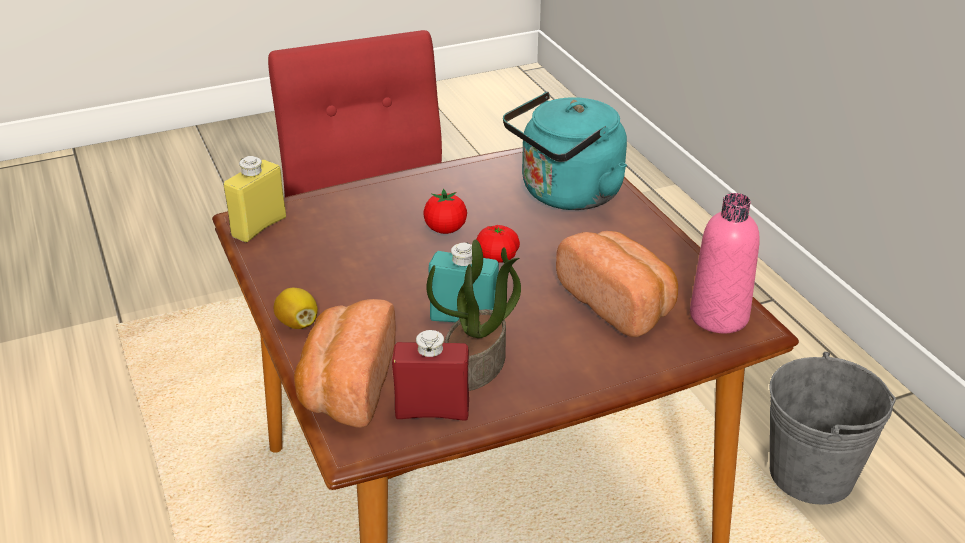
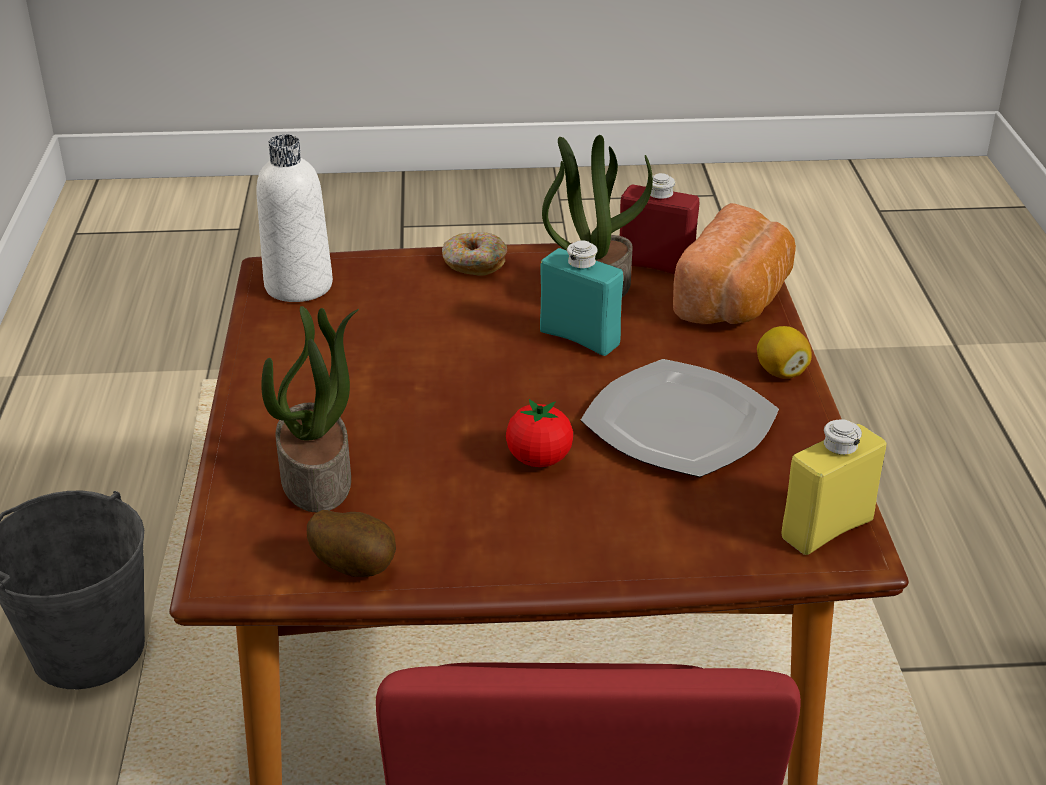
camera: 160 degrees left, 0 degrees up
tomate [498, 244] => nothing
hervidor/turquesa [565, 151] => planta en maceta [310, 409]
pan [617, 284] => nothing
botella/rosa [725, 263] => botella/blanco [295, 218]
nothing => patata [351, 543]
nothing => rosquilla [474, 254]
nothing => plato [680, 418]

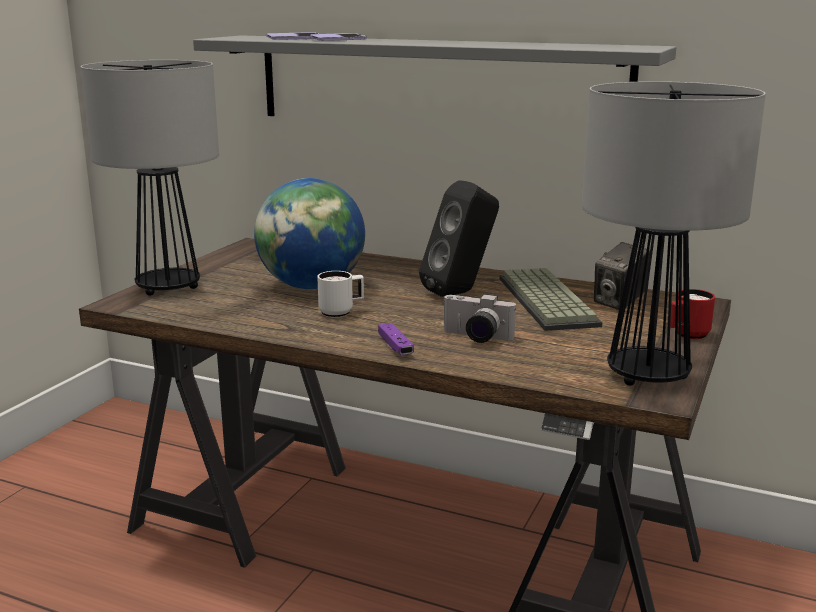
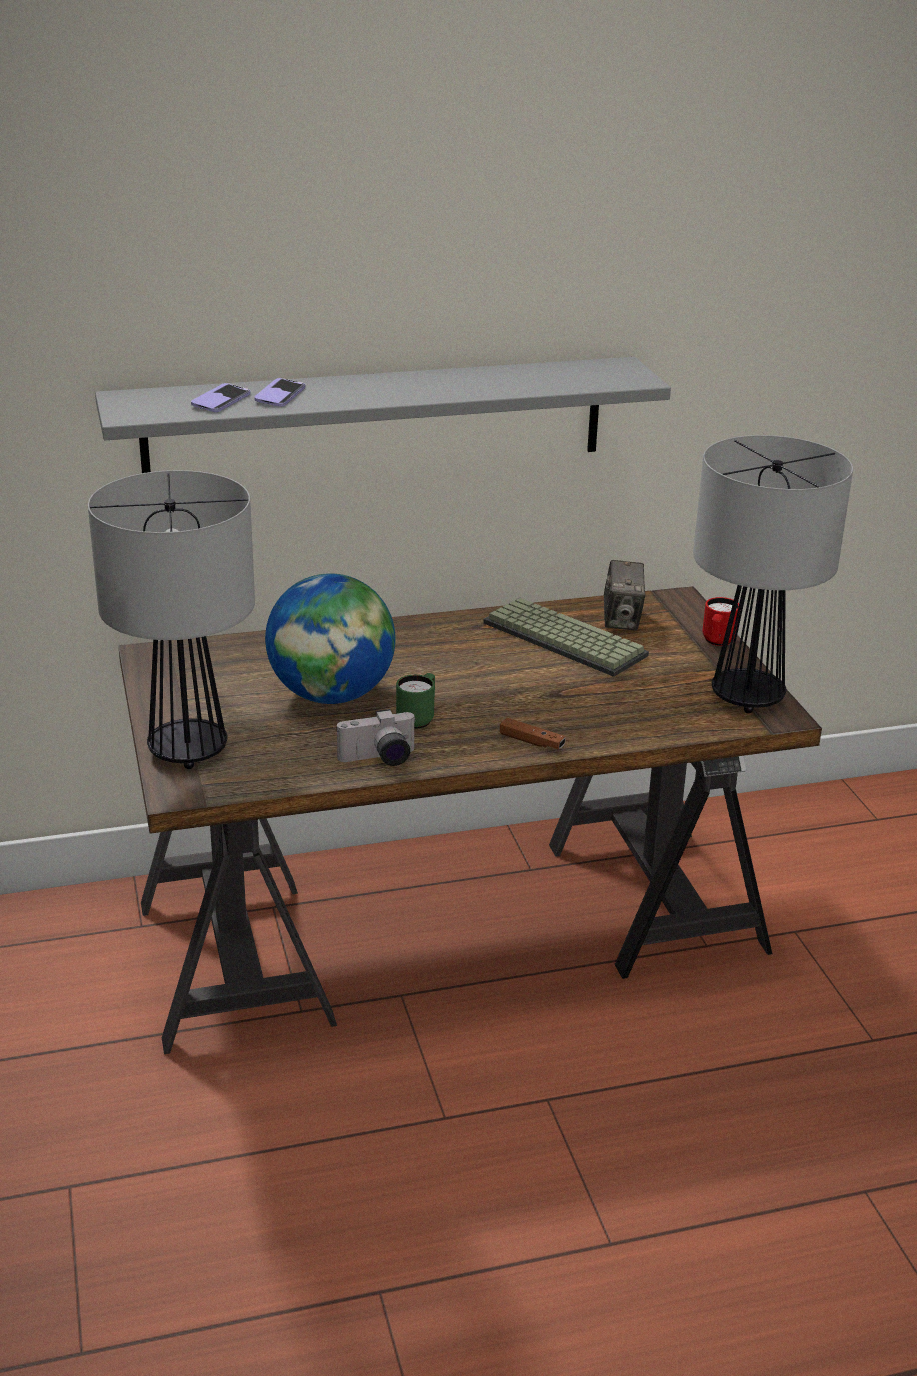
camera: 40 degrees left, 10 degrees up
taza grande/blanco [340, 294] => taza grande/verde [415, 701]
mando de consola/morado [396, 339] => mando de consola/marrón [532, 734]
altavoz/negro [459, 238] => nothing
cámara [479, 318] => cámara [377, 737], move

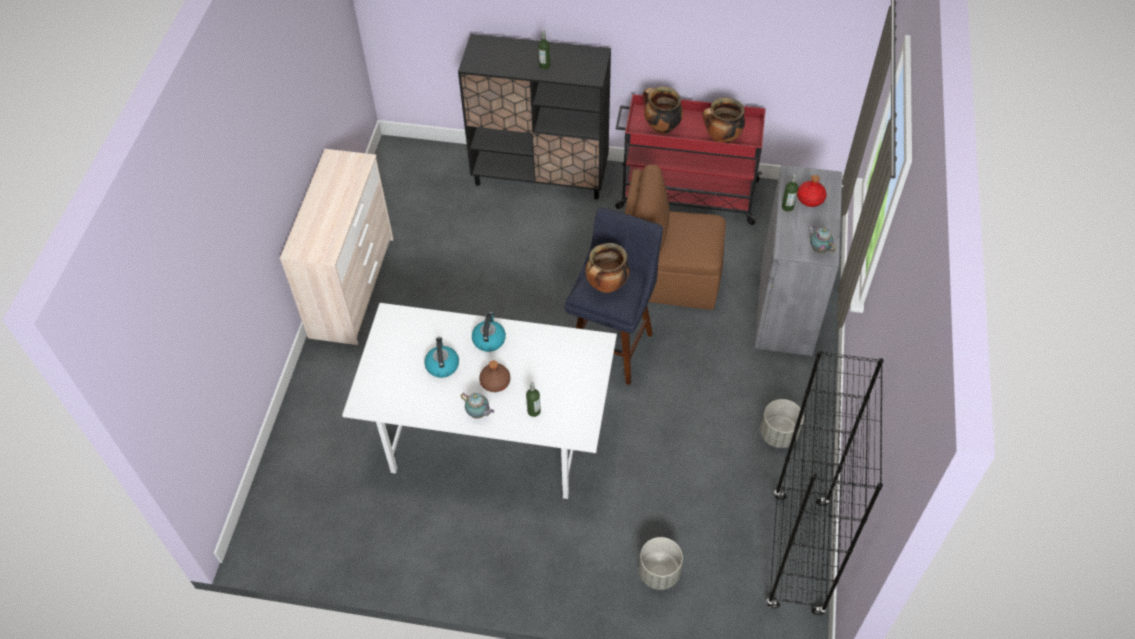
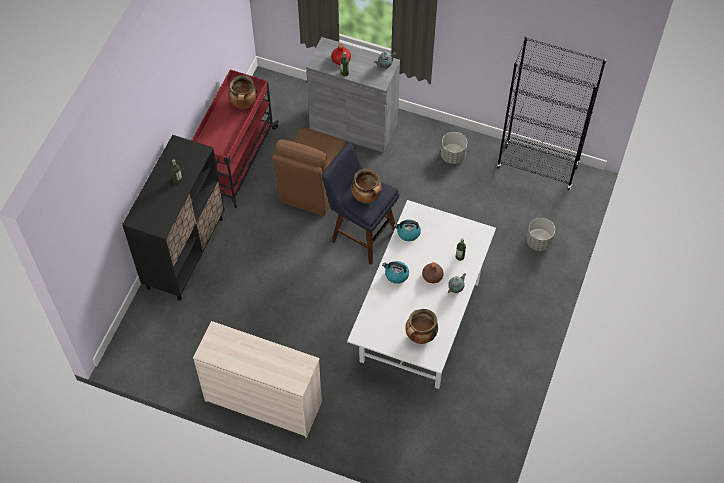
camera: 80 degrees left, 5 degrees up
hervidor [441, 357] => hervidor [407, 230], move
olla [663, 110] => olla [421, 326], move

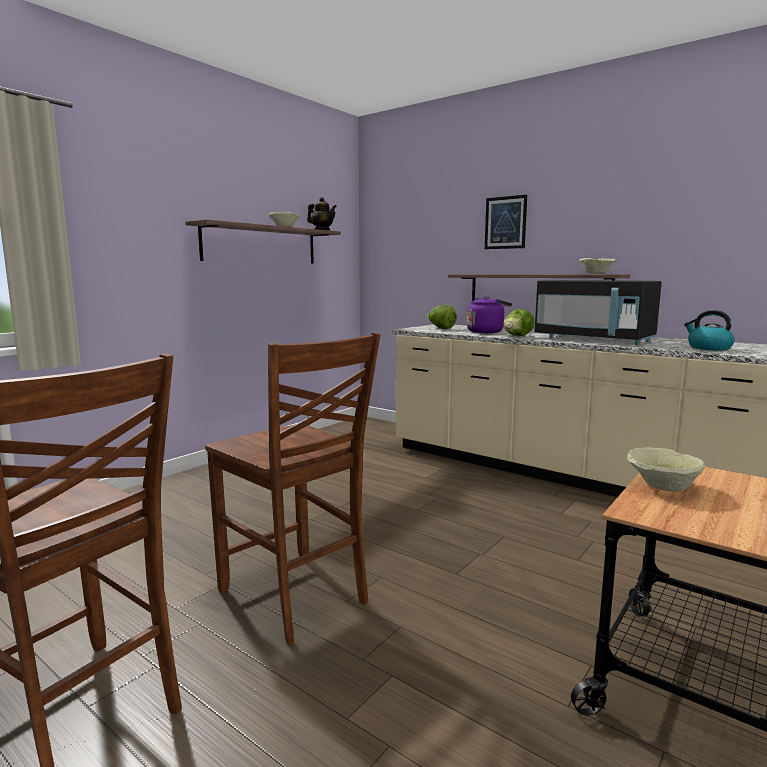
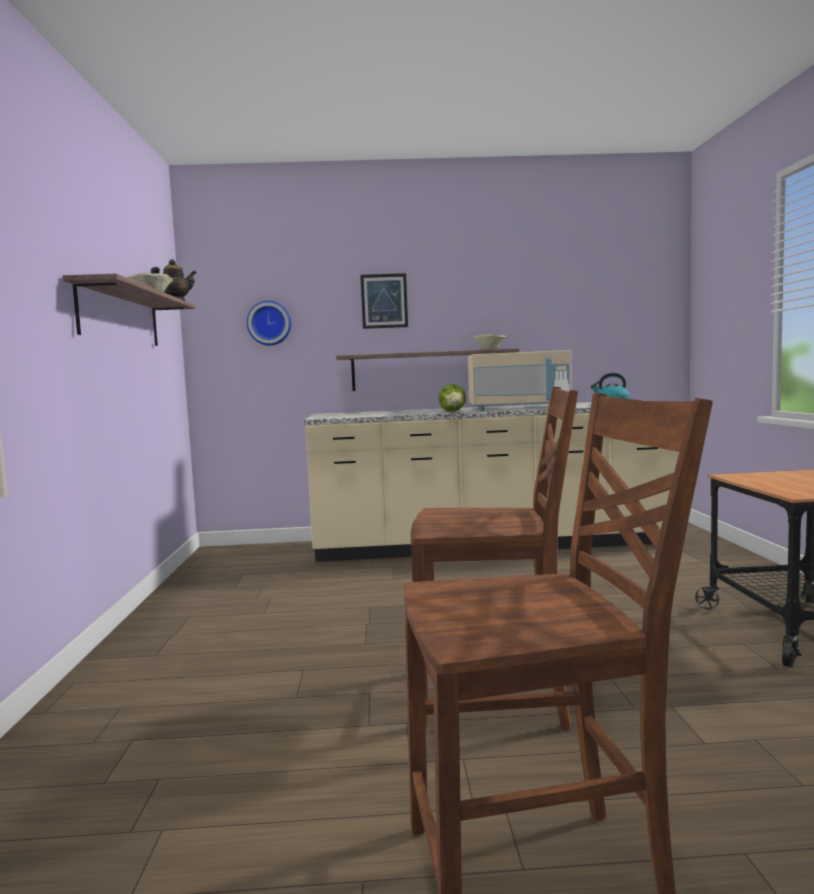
camera: 40 degrees left, 5 degrees down
lechuga [442, 317] => nothing
hervidor/morado [489, 314] => nothing
microondas/negro [598, 312] => microondas/beis [520, 380]
cuenco/beis [666, 469] => nothing
nothing => reloj de pared [269, 323]

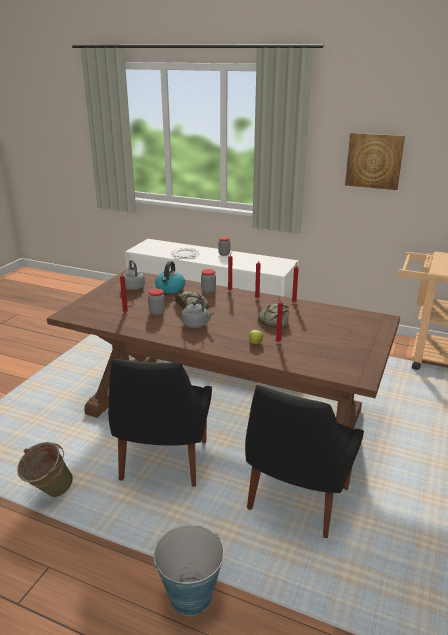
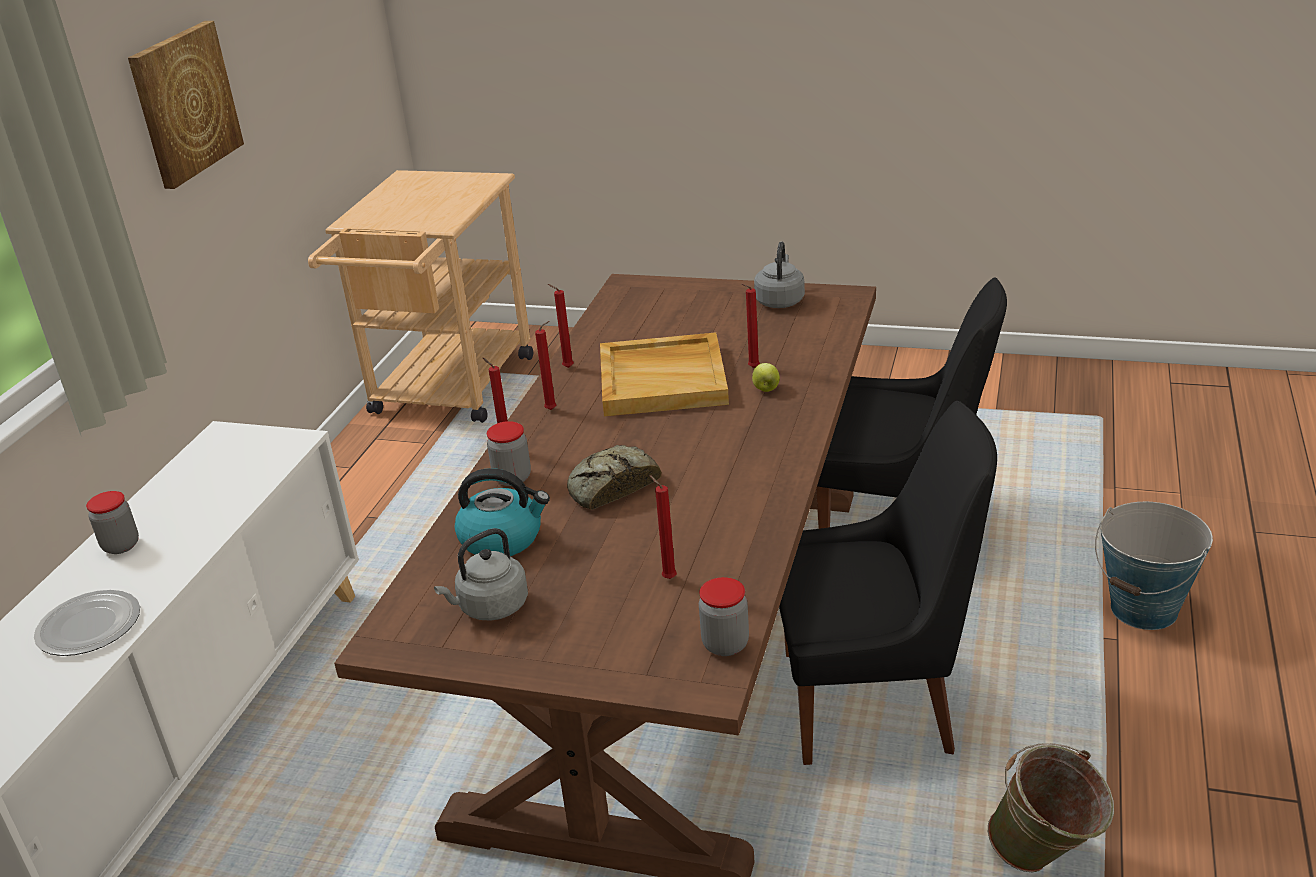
camera: 95 degrees left, 5 degrees up
tarro [156, 302] => tarro [724, 616], move
hervidor/gris [198, 311] => hervidor/gris [779, 274], move
pan [273, 315] => bandeja/beis [664, 374]

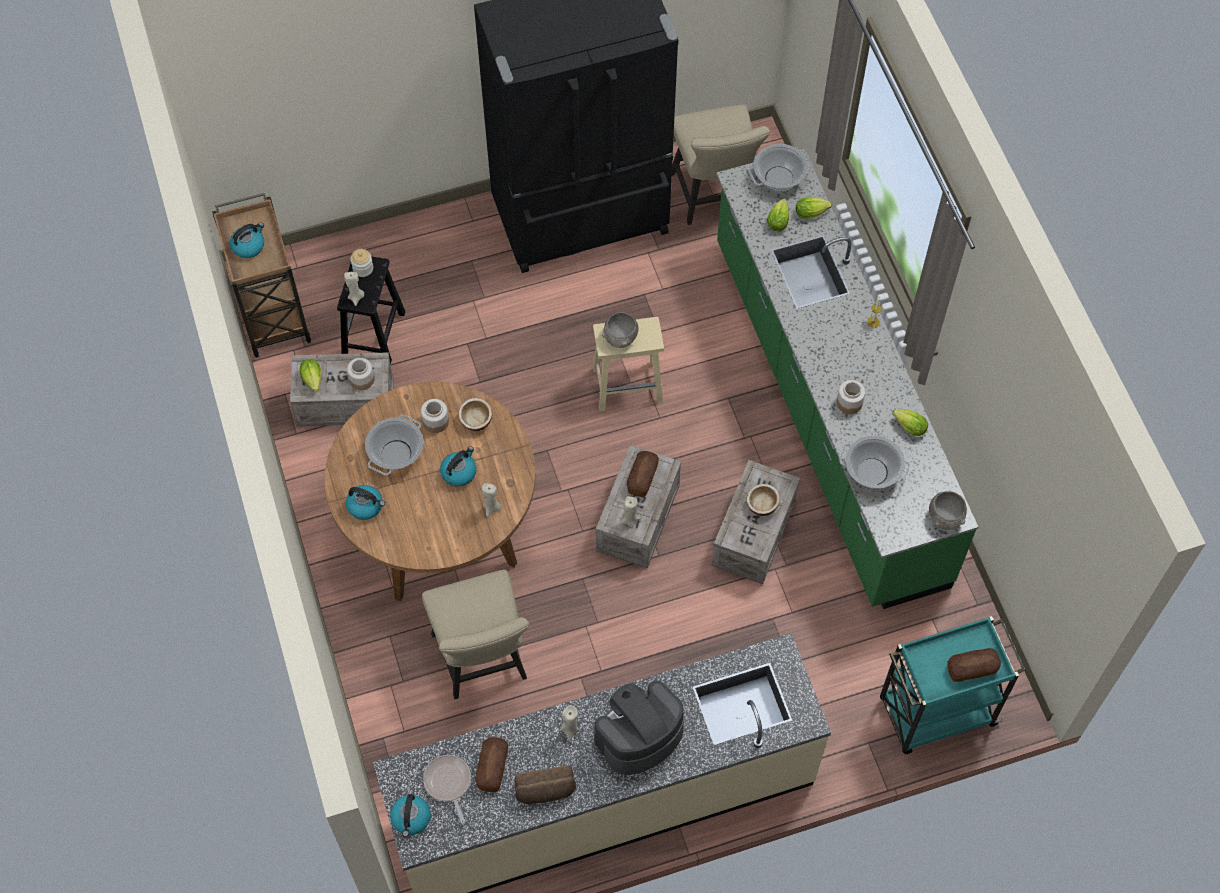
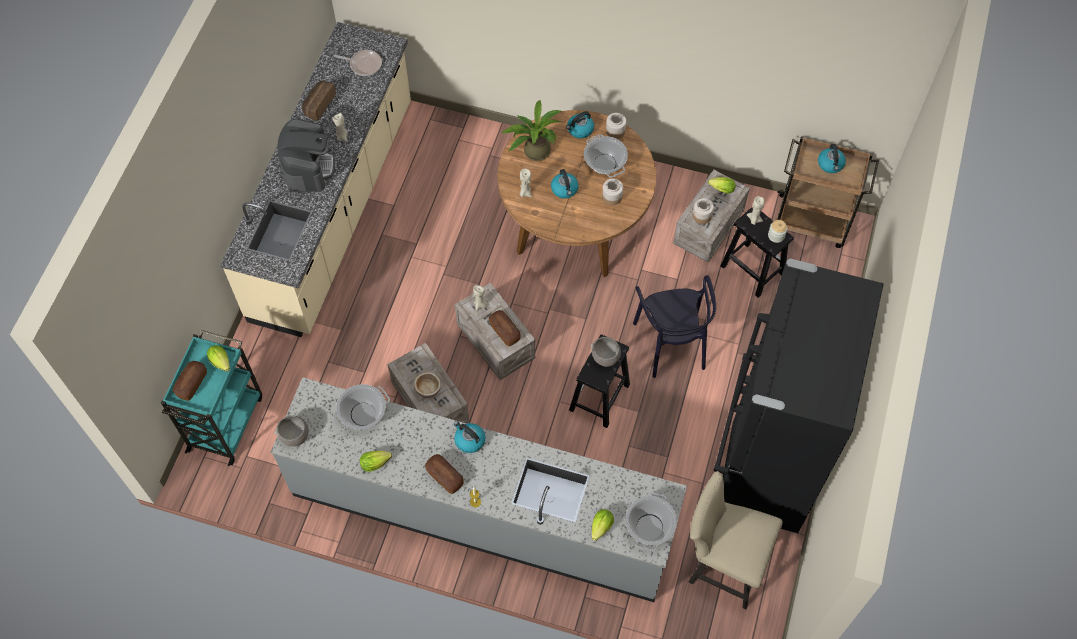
camera: 125 degrees right, 0 degrees up
hervidor [410, 815] => hervidor [469, 437], move
silla/beis [475, 634] => nothing
cuenco [475, 414] => nothing
pan [491, 764] => pan [444, 474], move
taburete/beis [628, 364] => taburete/negro [599, 381]
mueble bajo de cocina/verde [847, 379] => mueble bajo de cocina/gris [479, 489]
lechuga [778, 215] => lechuga [218, 358], move
tarro [850, 397] => tarro [616, 126], move
nothing => planta en maceta [531, 130]
nothing => silla/negro [674, 326]

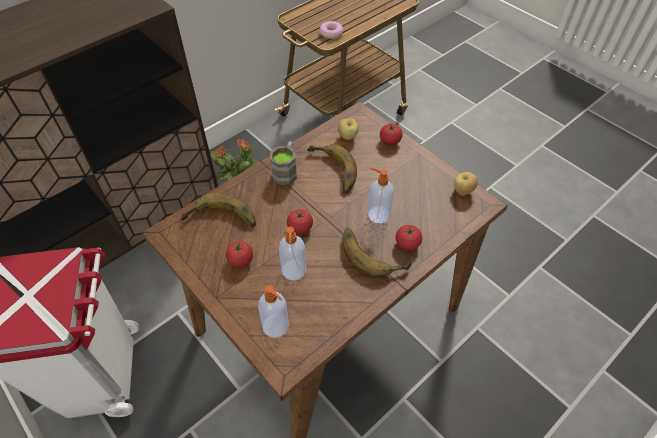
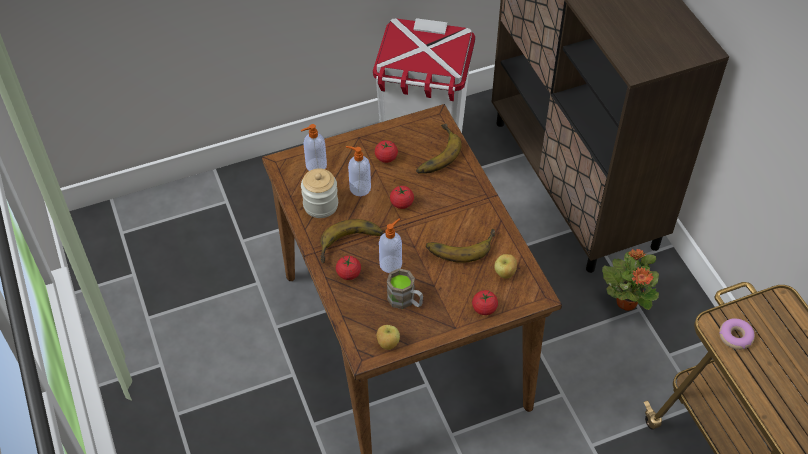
camera: 110 degrees right, 0 degrees up
taza grande/marrón [283, 163] => taza grande/marrón [405, 288], move
nothing => tarro [319, 193]

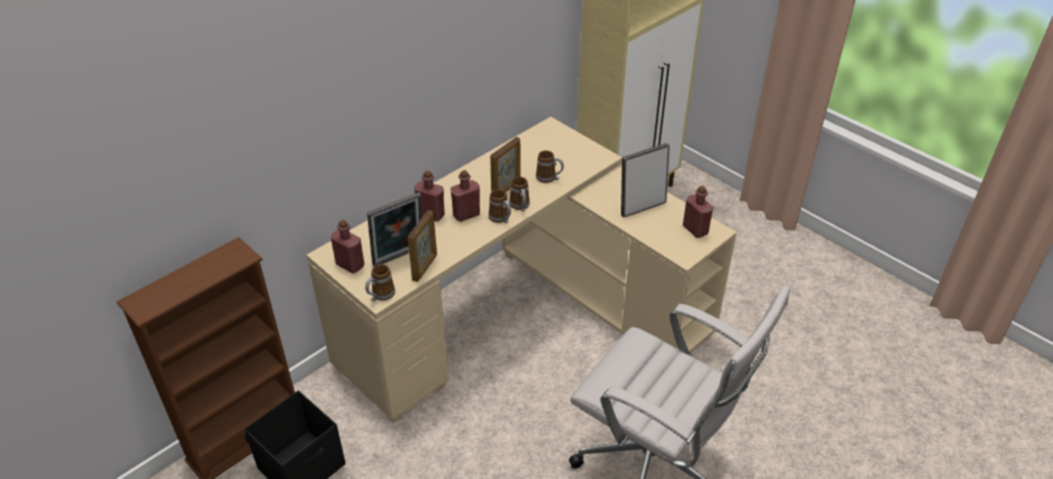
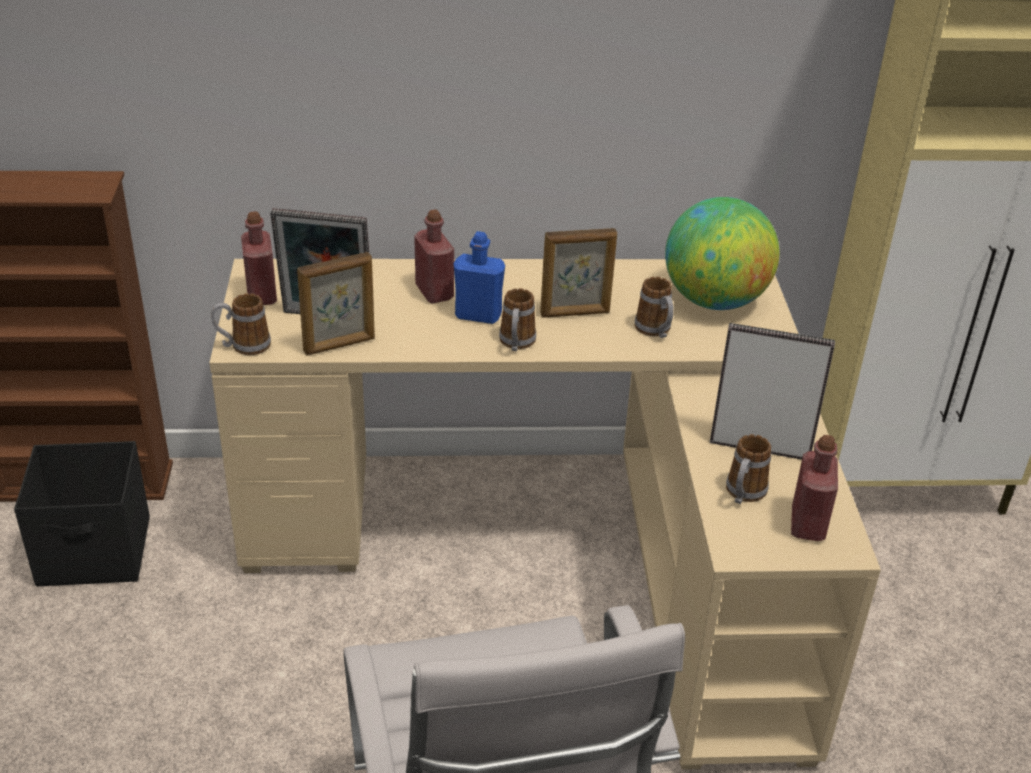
camera: 40 degrees right, 5 degrees down
botella/rojo [465, 196] => botella/azul [479, 277]
taza grande [519, 193] => taza grande [748, 469], move
nothing => globo terráqueo [722, 253]

